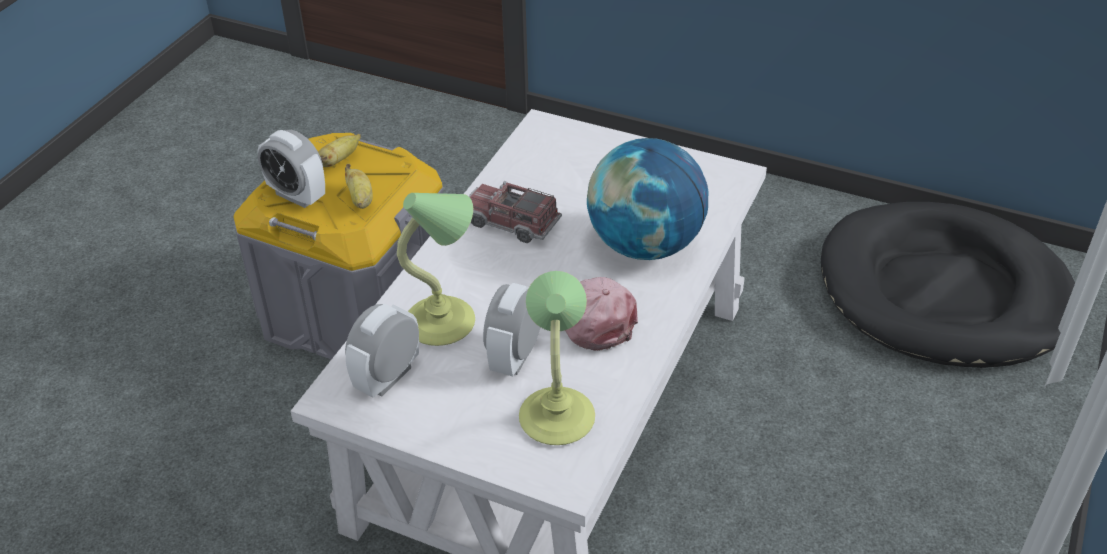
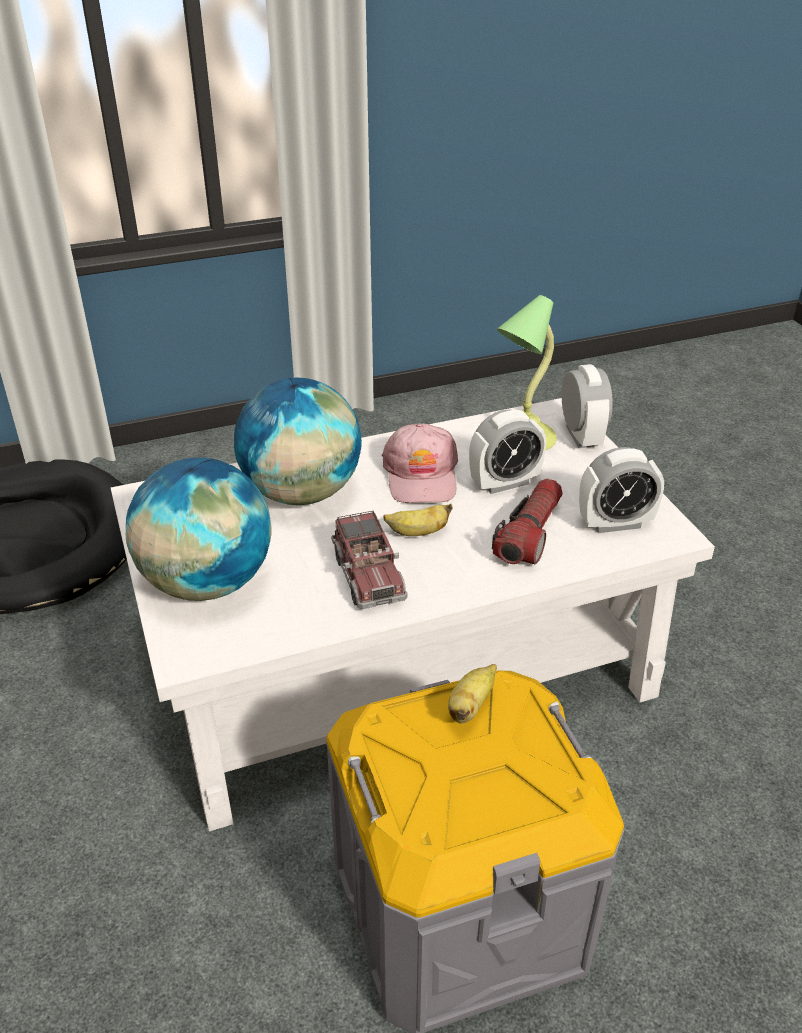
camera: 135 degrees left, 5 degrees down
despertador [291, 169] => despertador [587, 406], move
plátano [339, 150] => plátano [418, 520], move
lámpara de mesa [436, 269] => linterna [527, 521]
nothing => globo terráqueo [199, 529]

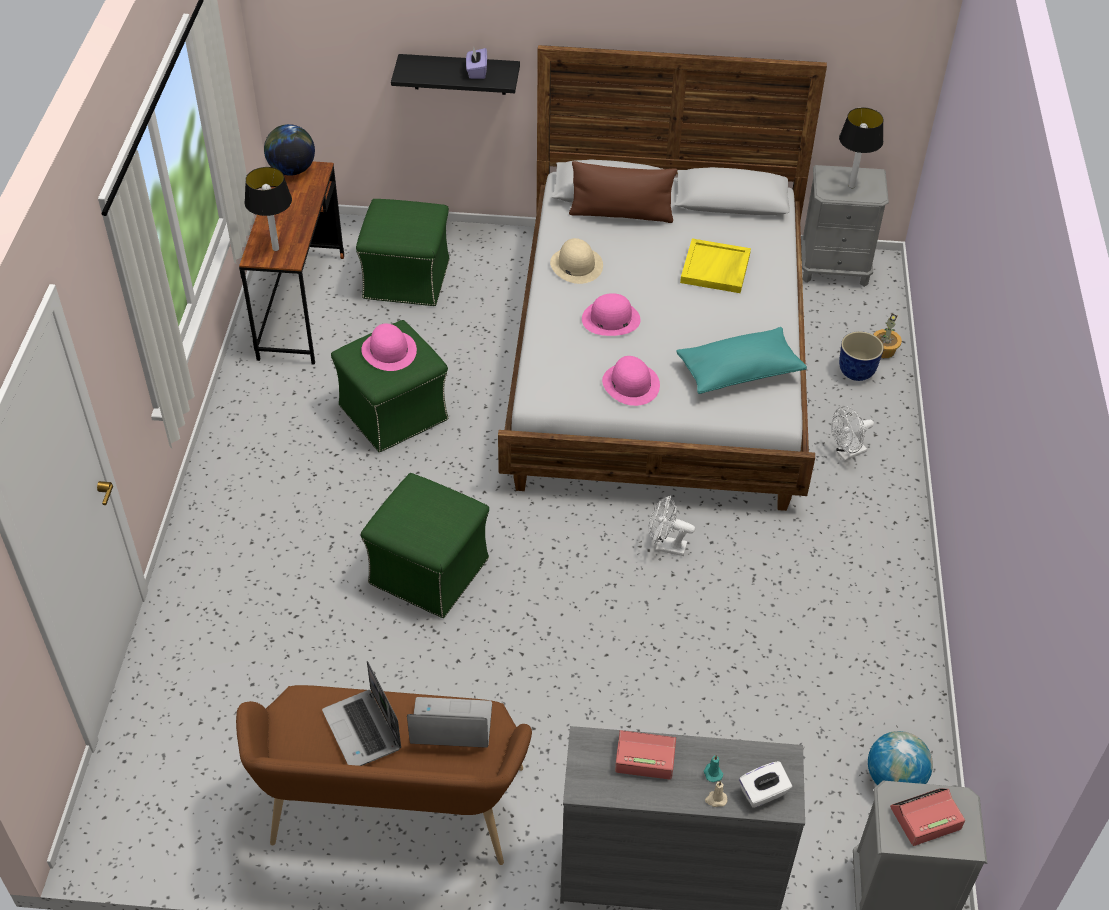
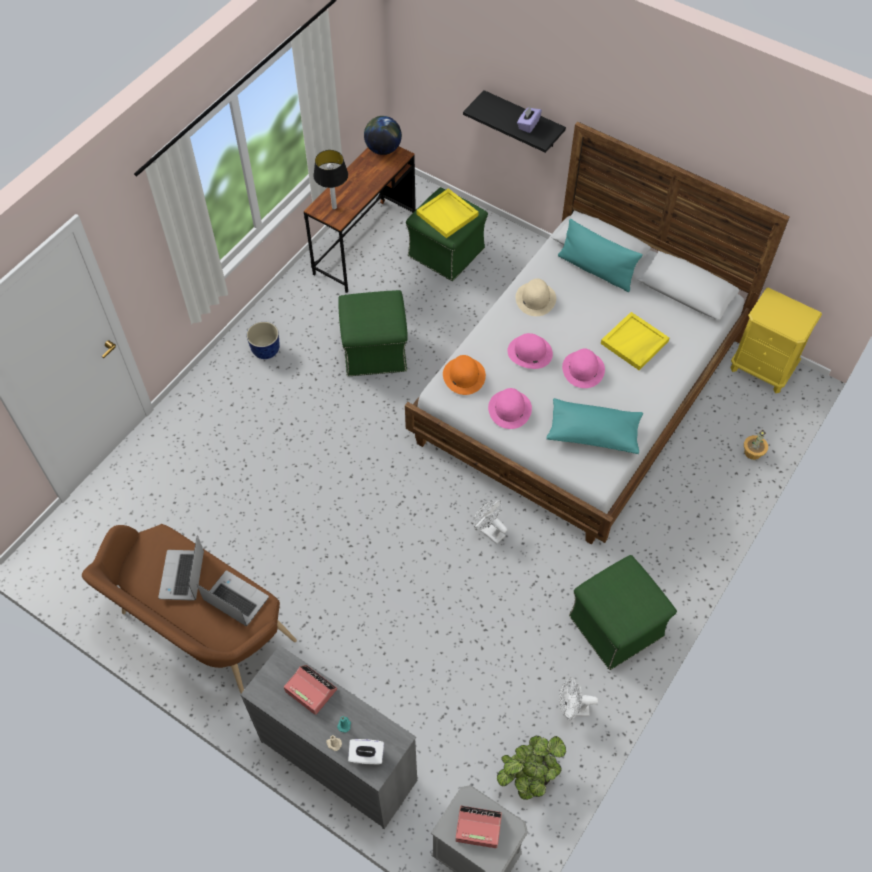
camera: 30 degrees right, 10 degrees up
sombrero/rosa [389, 347] => sombrero/rosa [583, 368], move
puf/verde [425, 545] => puf/verde [623, 612], move
cojín/marrón [623, 192] => cojín/turquesa [600, 255]
mesita de noche/gris [845, 226] => mesita de noche/amarillo [776, 340]
ventilador/blanco [852, 433] => ventilador/blanco [578, 699], move
lámpara de mesa [861, 147] => nothing
maceta [861, 356] => maceta [263, 340], move
globo terráqueo [900, 758] => planta en maceta [531, 768]
nothing => bandeja/amarillo [447, 213]
nothing => sombrero/naranja [464, 375]

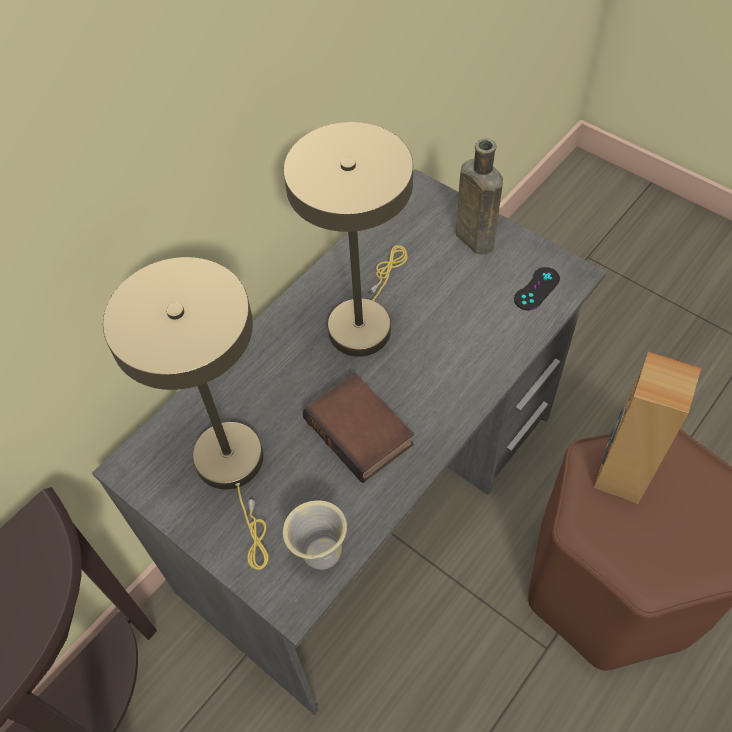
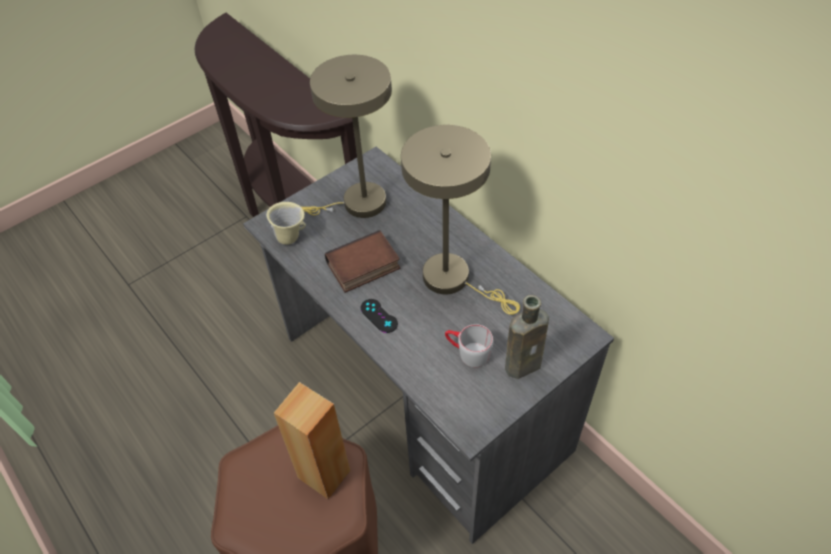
camera: 100 degrees right, 5 degrees down
mando de consola/negro [537, 289] => mando de consola/negro [379, 316], move
nothing => taza grande/gris [469, 345]

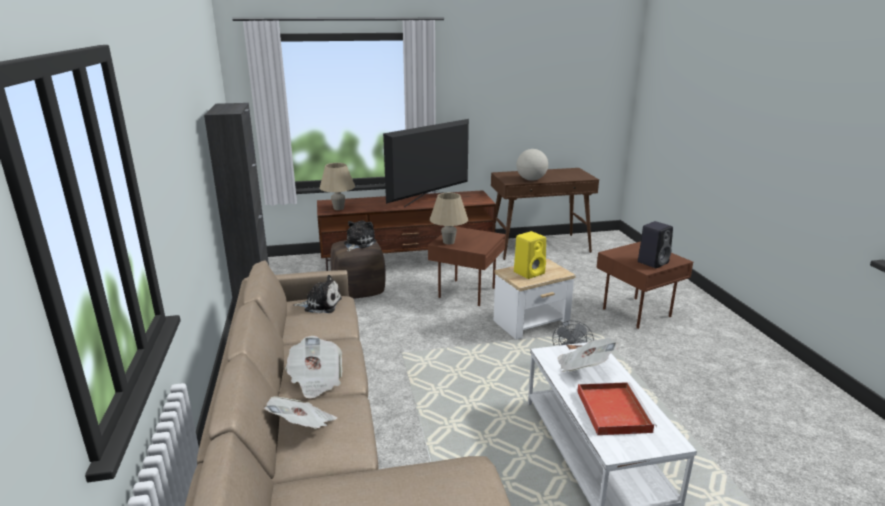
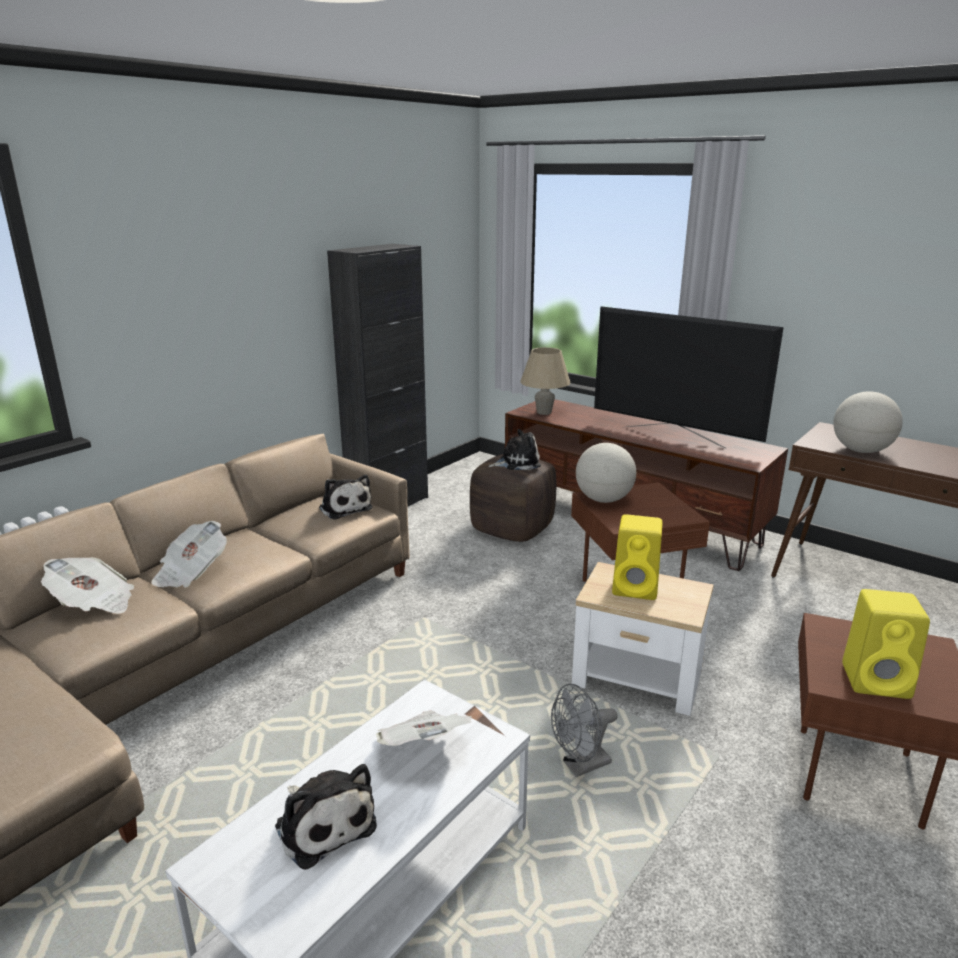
camera: 50 degrees right, 0 degrees up
televisor [426, 163] => televisor [689, 377], 150 degrees counterclockwise
lámpara de mesa/beis [449, 218] => globo terráqueo [606, 473]
bandeja/rojo [617, 408] => peluche [326, 817]
altavoz/negro [655, 244] => altavoz/amarillo [886, 644]

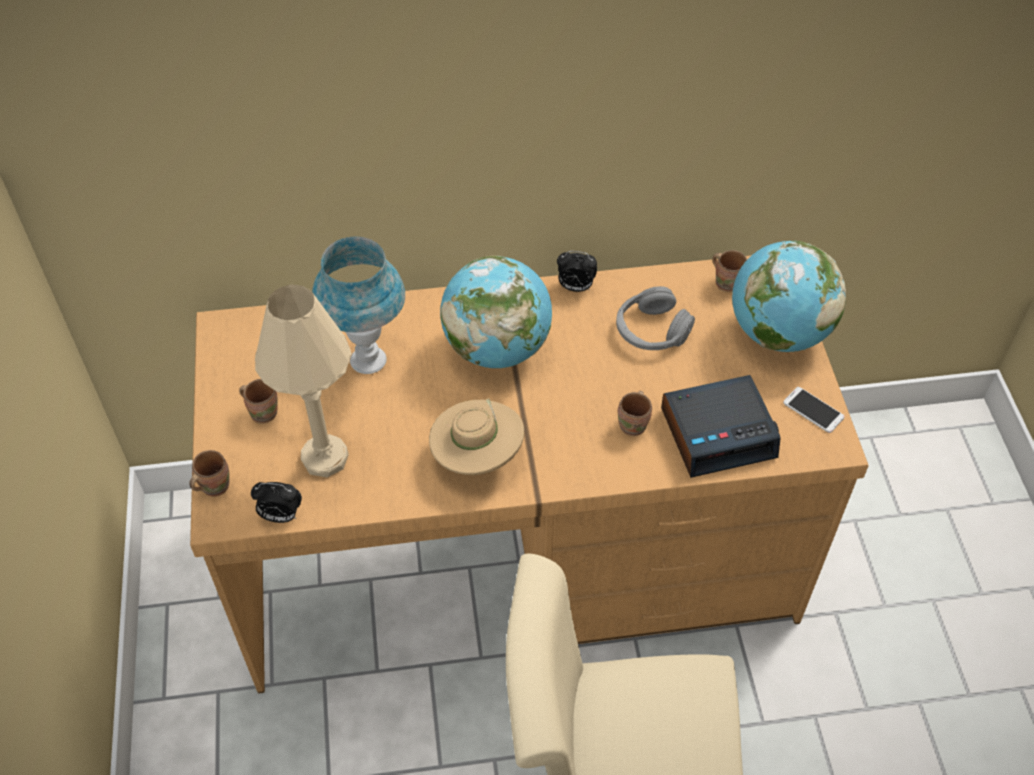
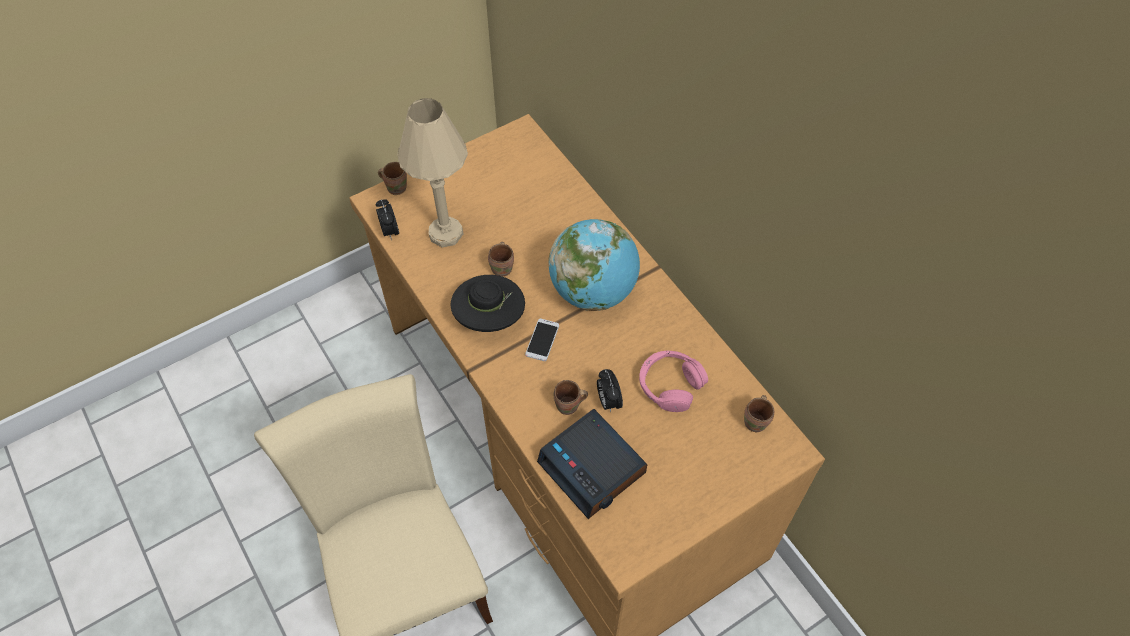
camera: 65 degrees right, 5 degrees up
taza grande/marrón [258, 401] => taza grande/marrón [501, 259], move
lámpara de mesa/azul [358, 305] => nothing
sombrero/beis [476, 436] => sombrero/negro [488, 303]
despertador [577, 271] => despertador [610, 390], move
auriculares/gris [655, 318] => auriculares/rosa [673, 381]
globo terráqueo [789, 296] => nothing
móvil [814, 410] => móvil [542, 339], move

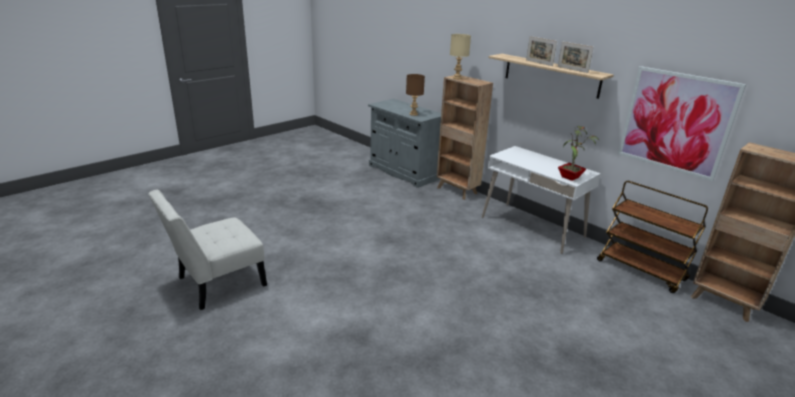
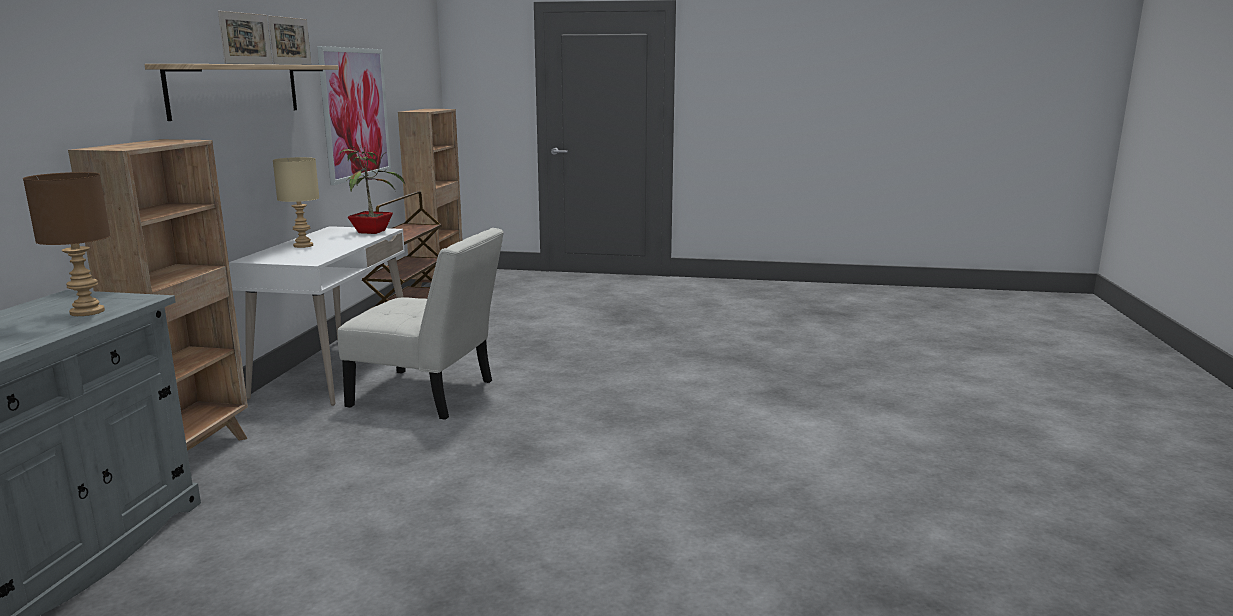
camera: 125 degrees left, 10 degrees down
silla/blanco [207, 250] => silla/blanco [421, 324], move
lámpara de mesa/beis [460, 56] => lámpara de mesa/beis [296, 202], move

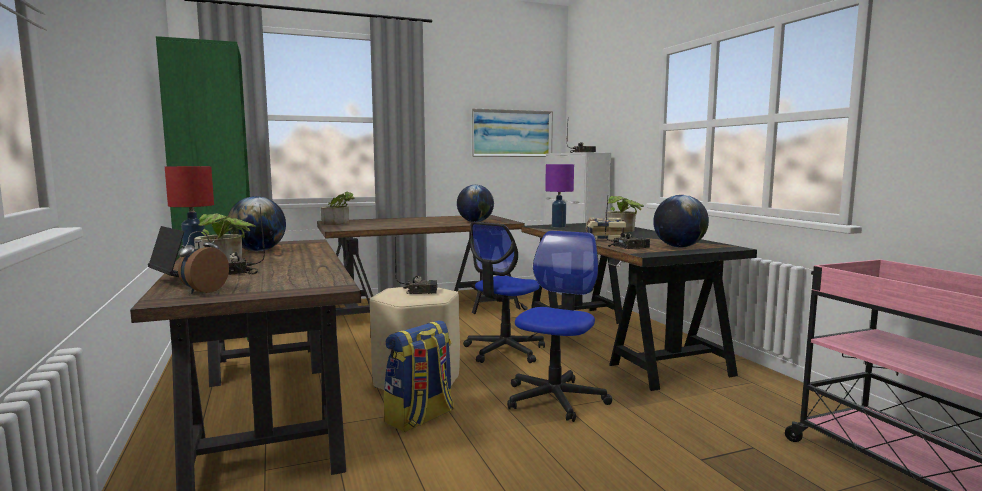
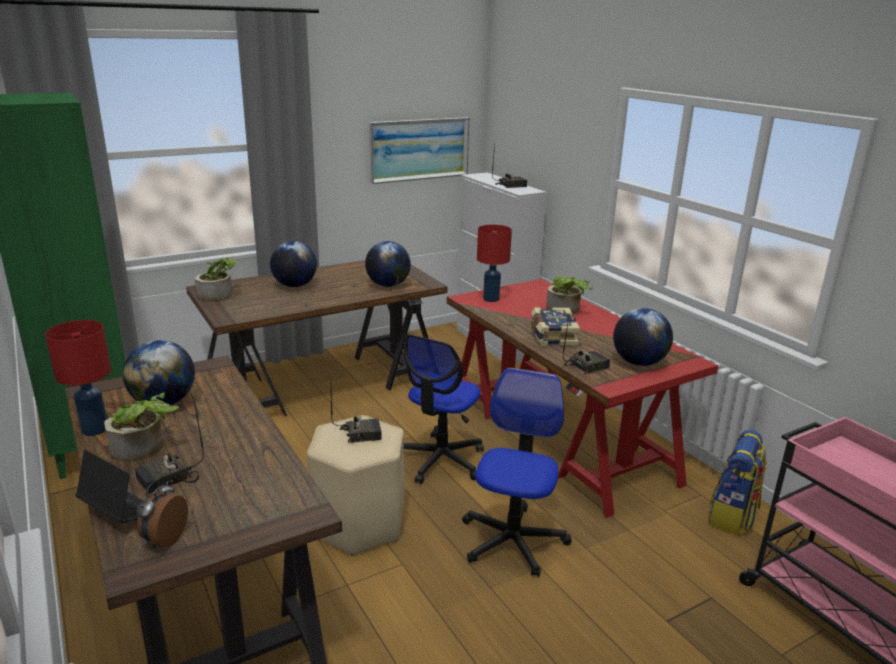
camera: 10 degrees left, 15 degrees up
mochila [419, 376] => mochila [737, 483], move
escritorio/negro [639, 307] => escritorio/rojo [582, 398]
lámpara de mesa/morado [559, 196] => lámpara de mesa/rojo [494, 263]
nothing => globo terráqueo [293, 264]

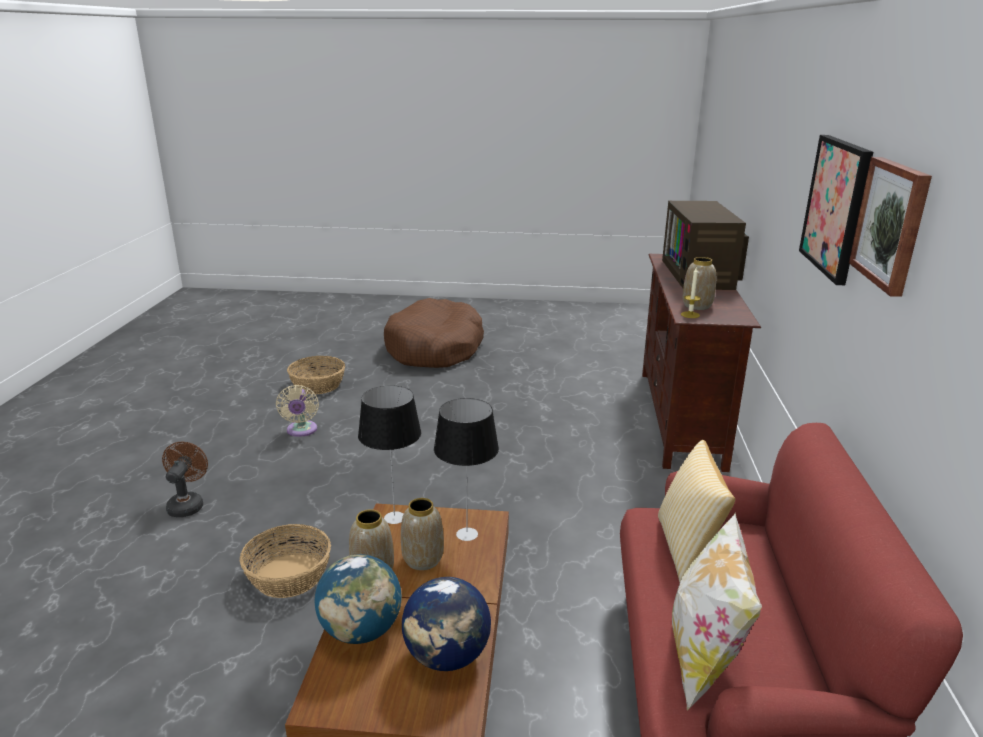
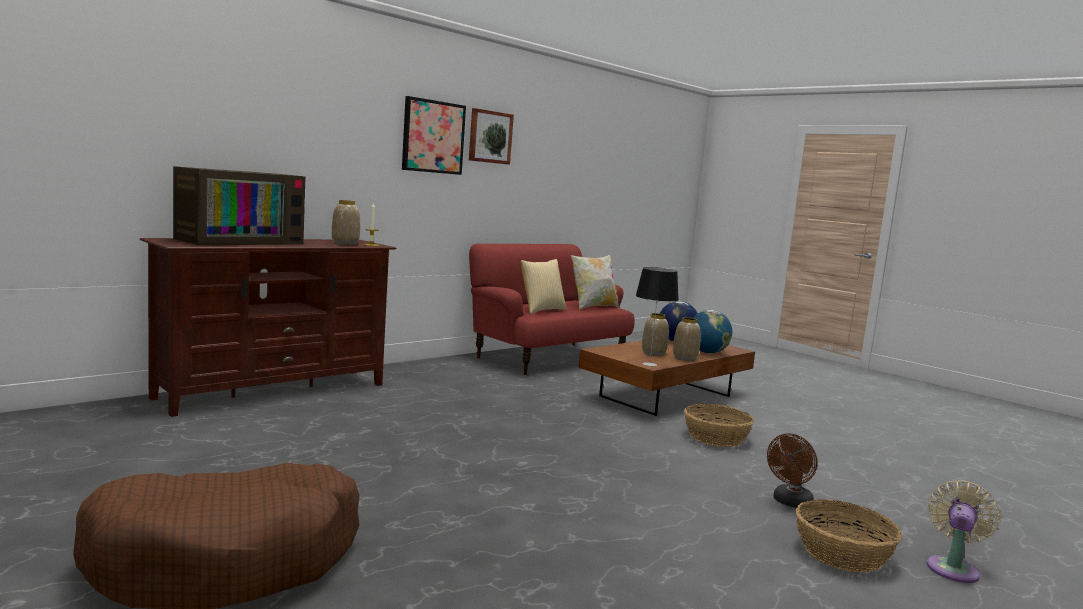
camera: 140 degrees left, 15 degrees down
ventilador/beis [297, 411] => ventilador/beis [964, 531], move
cesta [316, 375] => cesta [849, 535], move
lámpara de mesa [466, 469] => nothing

